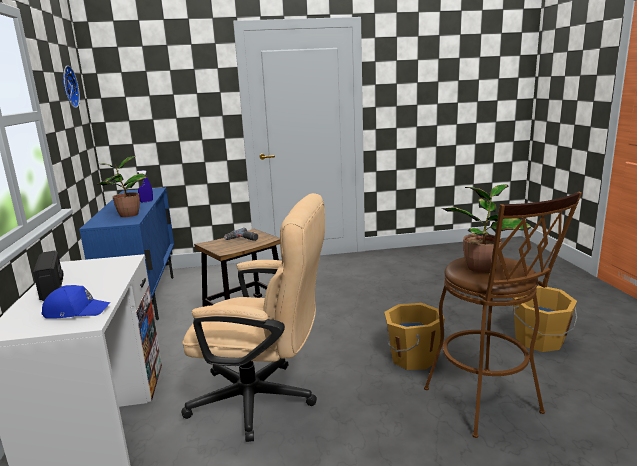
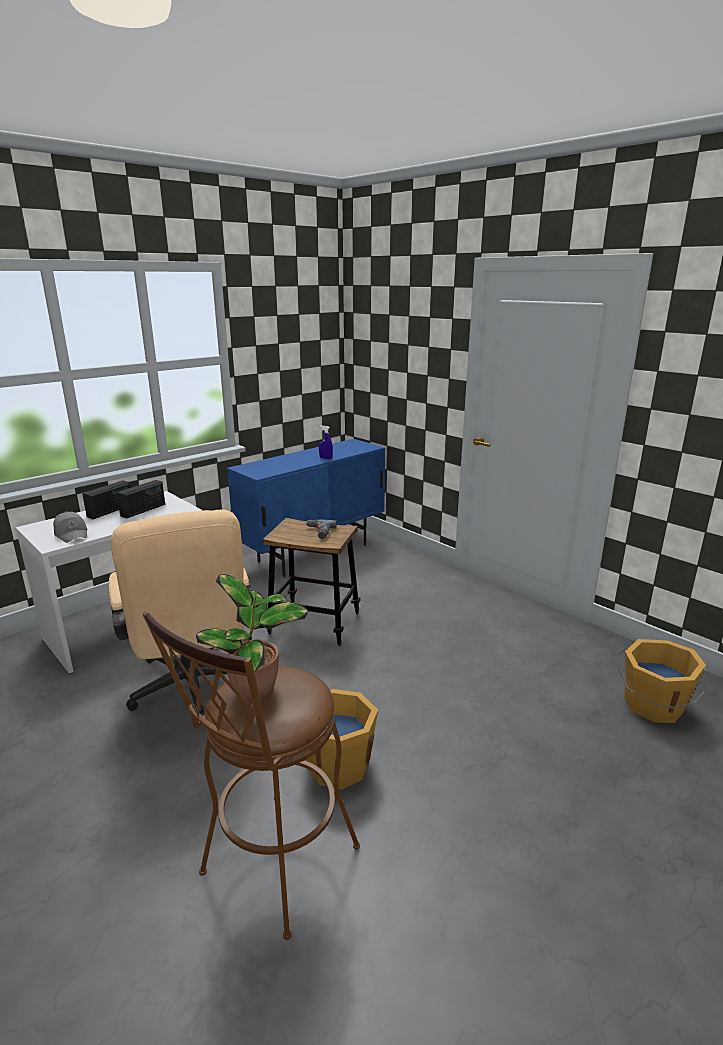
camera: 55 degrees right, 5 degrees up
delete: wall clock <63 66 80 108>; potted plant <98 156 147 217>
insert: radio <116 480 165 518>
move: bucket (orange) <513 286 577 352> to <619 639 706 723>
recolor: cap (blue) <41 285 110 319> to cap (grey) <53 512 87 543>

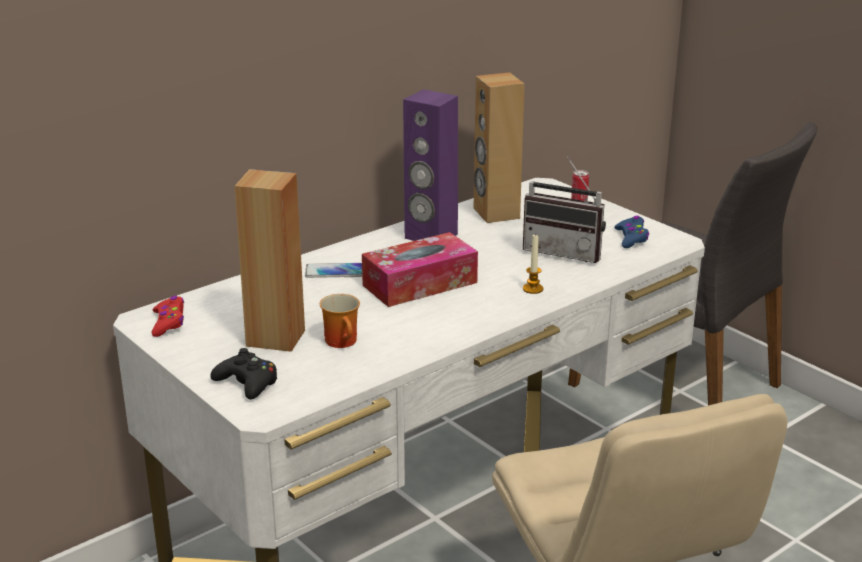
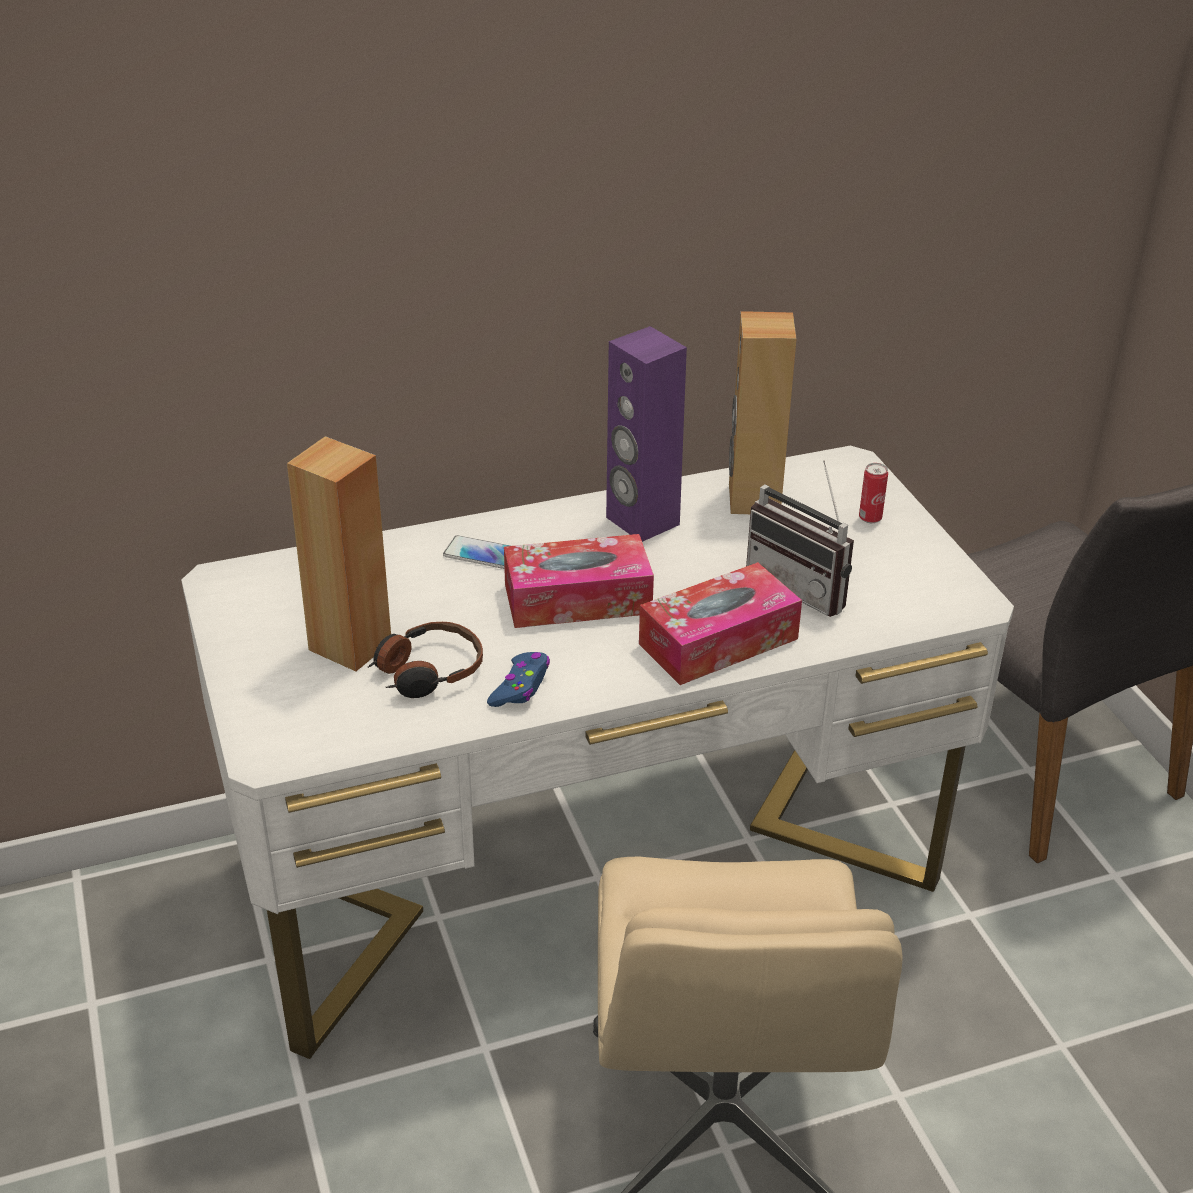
camera: 20 degrees right, 10 degrees up
delete: game controller (red) <151 296 184 337>; game controller (black) <211 348 277 400>
move: game controller (blue) <614 216 649 248> to <487 652 550 707>
replace: mug <320 294 360 348> to headphones <368 622 483 698>; candle <523 233 543 294> to tissue box <639 562 802 685>

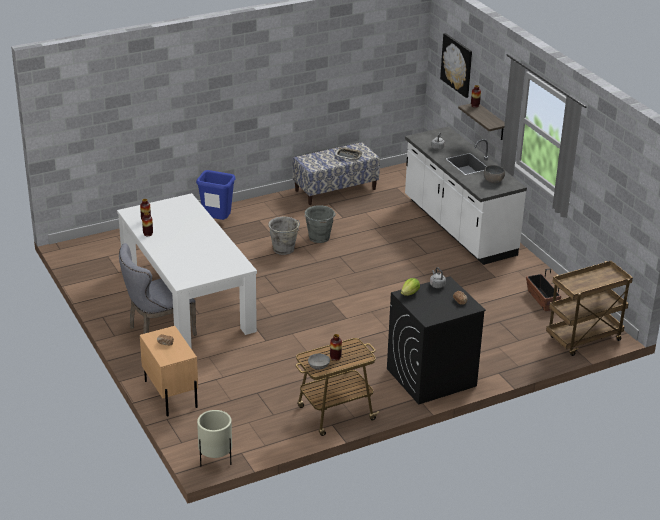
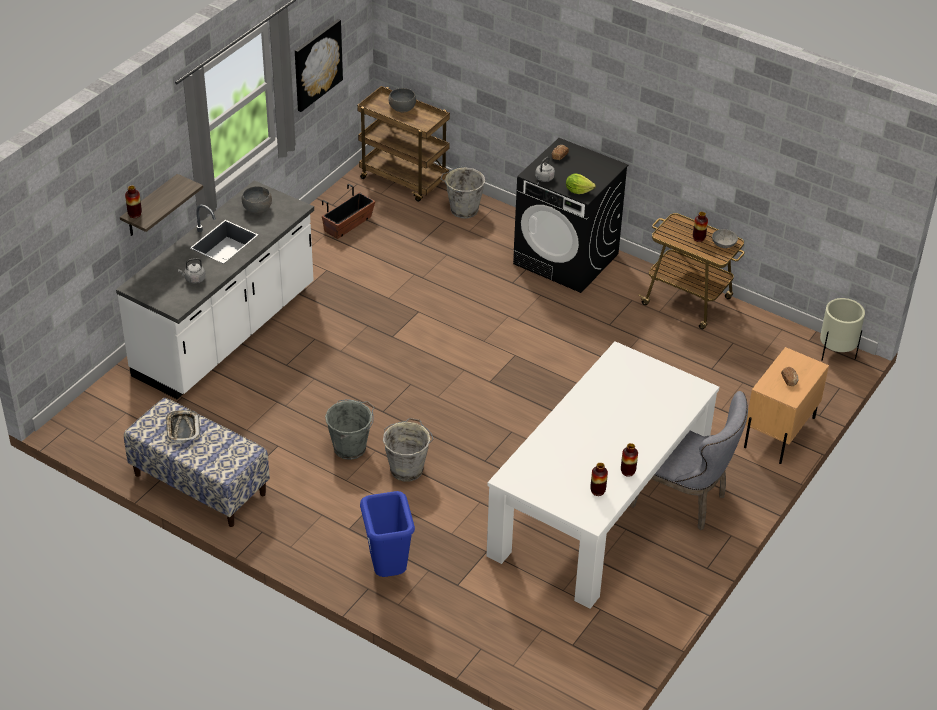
camera: 120 degrees left, 10 degrees up
insert: bowl (grey) <388 88 416 112>; bucket (grey) <440 166 485 218>
move: picture <440 33 472 98> to <295 19 343 112>

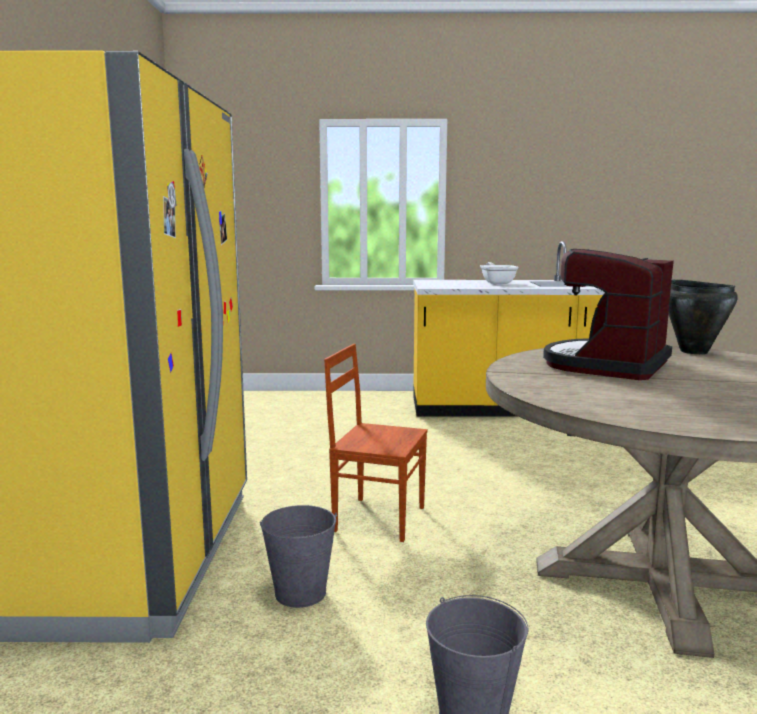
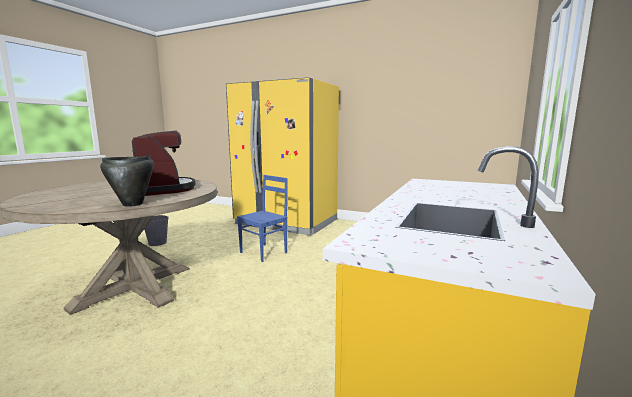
camera: 115 degrees right, 0 degrees up
delete: bucket (grey) <260 505 337 608>; frying pan <480 262 519 284>
recolor: chair (brown) <324 344 428 542> to chair (blue) <237 175 288 262>

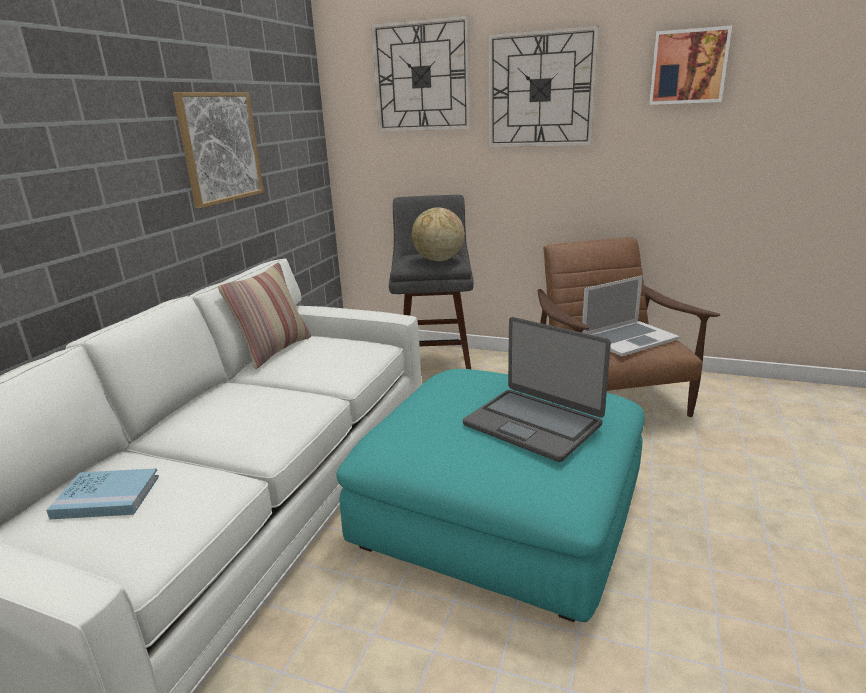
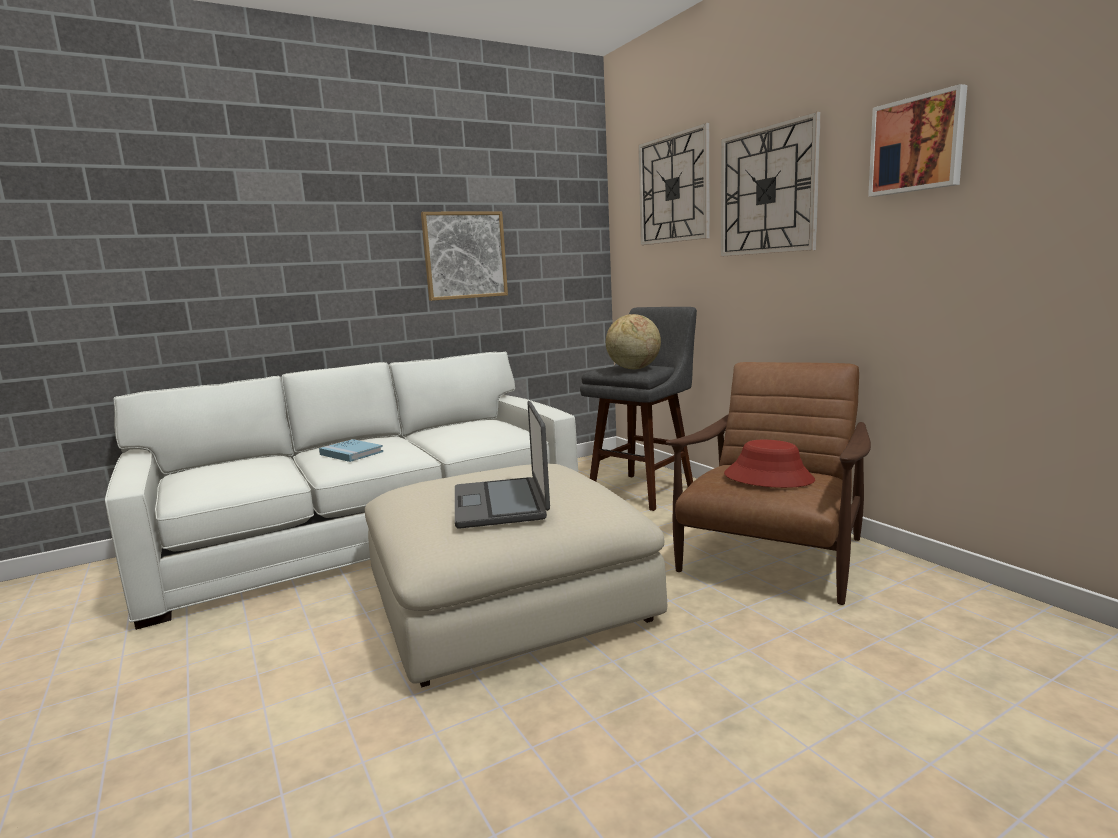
camera: 40 degrees right, 10 degrees down
delete: pillow <218 263 311 369>
move: book (blue) <46 468 159 519> to <319 439 383 462>
replace: laptop <582 275 680 356> to hat (red) <724 440 815 488>
recolor: ottoman (turquoise) <337 369 645 622> to ottoman (beige) <365 464 667 687>

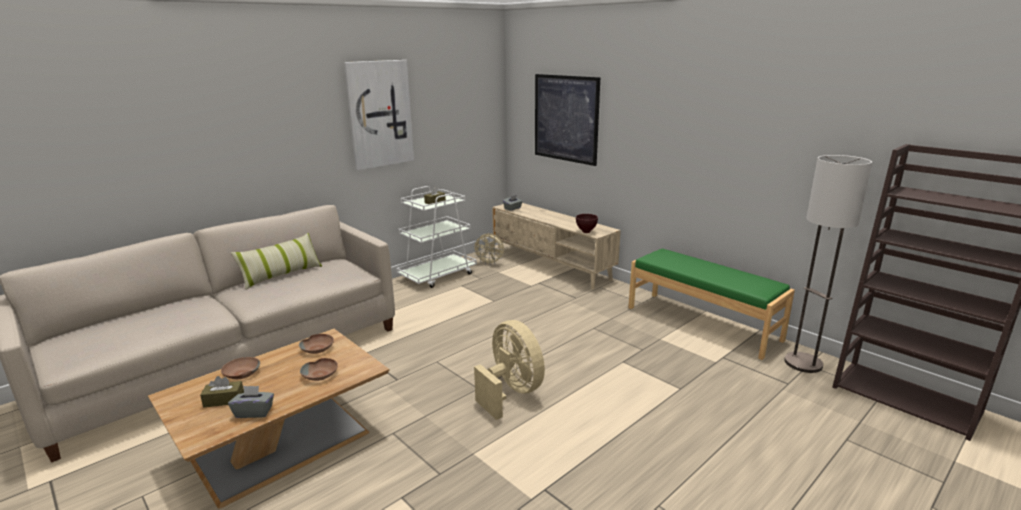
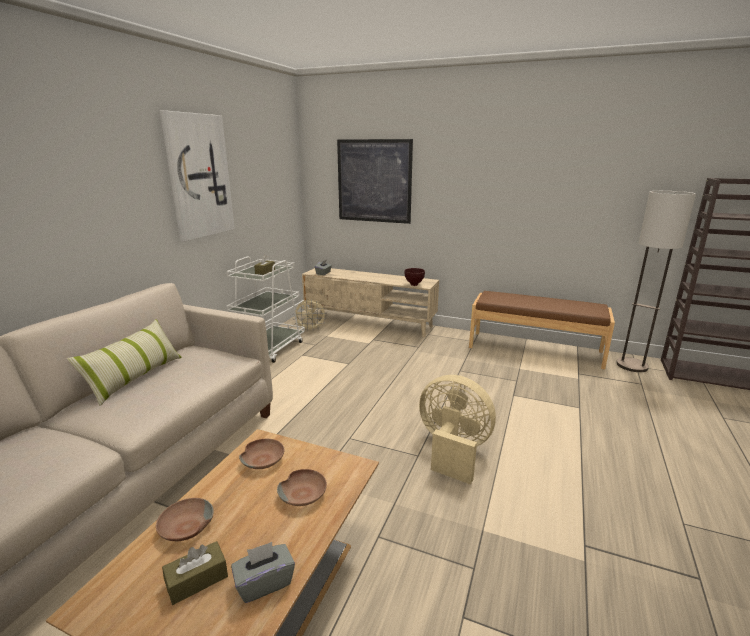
camera: 25 degrees left, 0 degrees up
recolor: bench (green) <628 249 795 360> to bench (brown) <469 291 615 369>

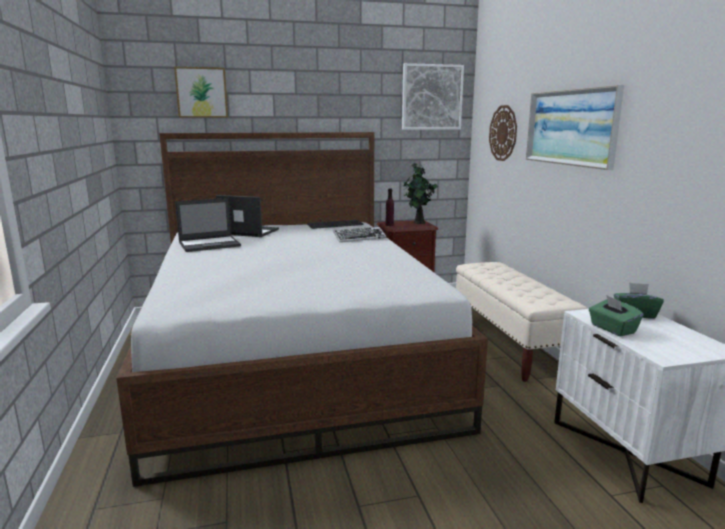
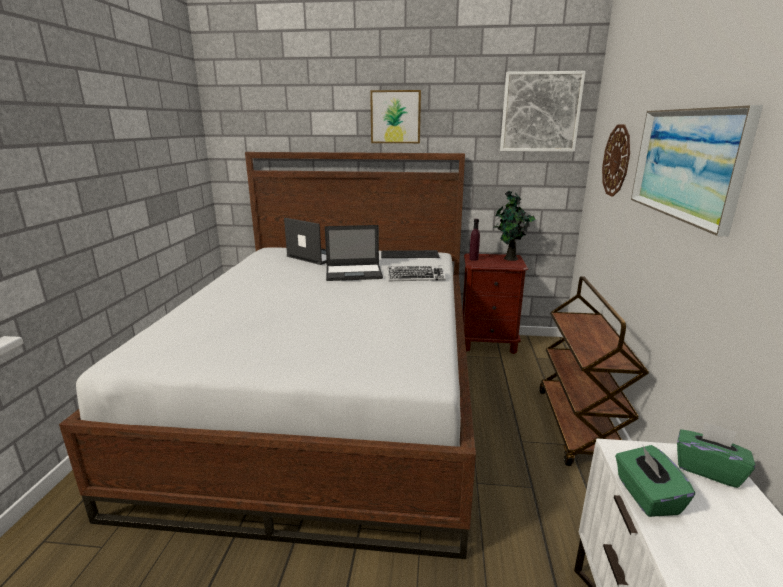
camera: 20 degrees right, 5 degrees up
move: picture <174 67 228 118> to <370 90 421 143>; laptop <175 198 241 252> to <325 225 383 281>
replace: bench (beige) <456 262 588 382> to cart (brown) <539 276 649 466>

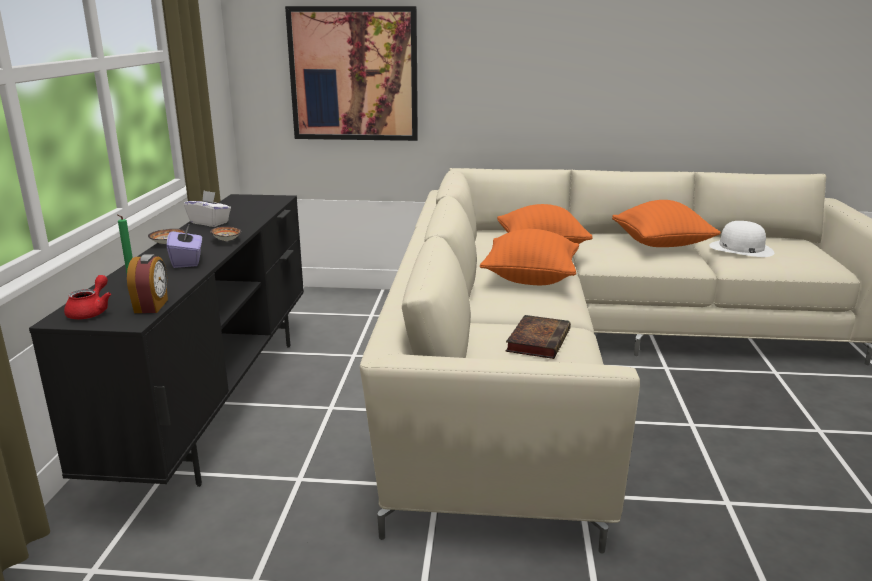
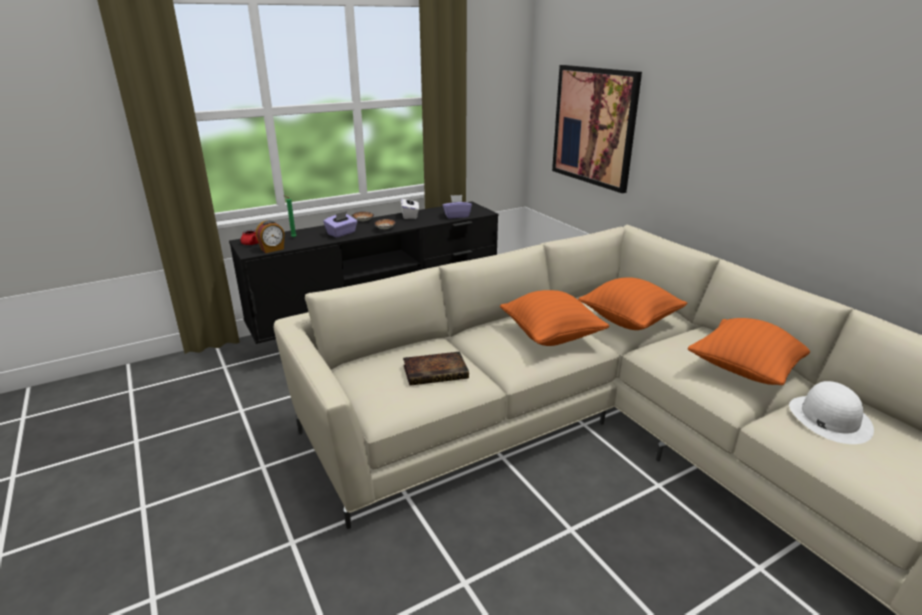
camera: 55 degrees right, 5 degrees up
insert: tissue box (purple) <443 195 472 218>

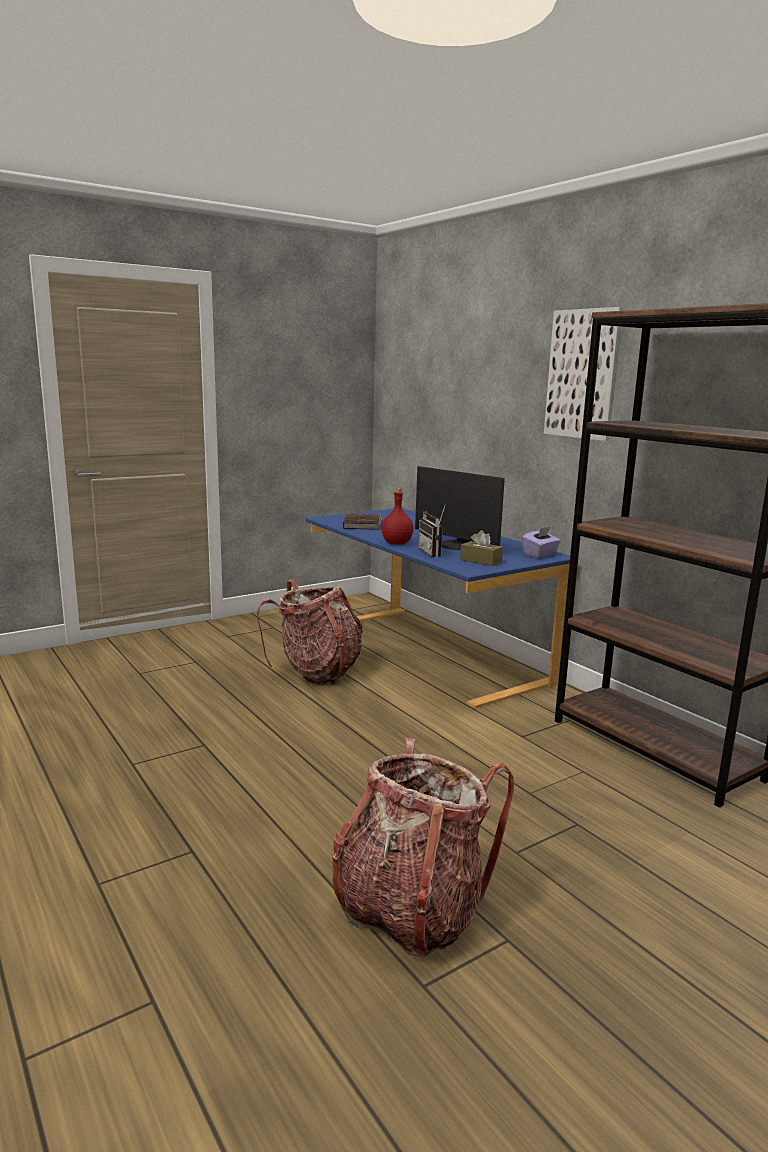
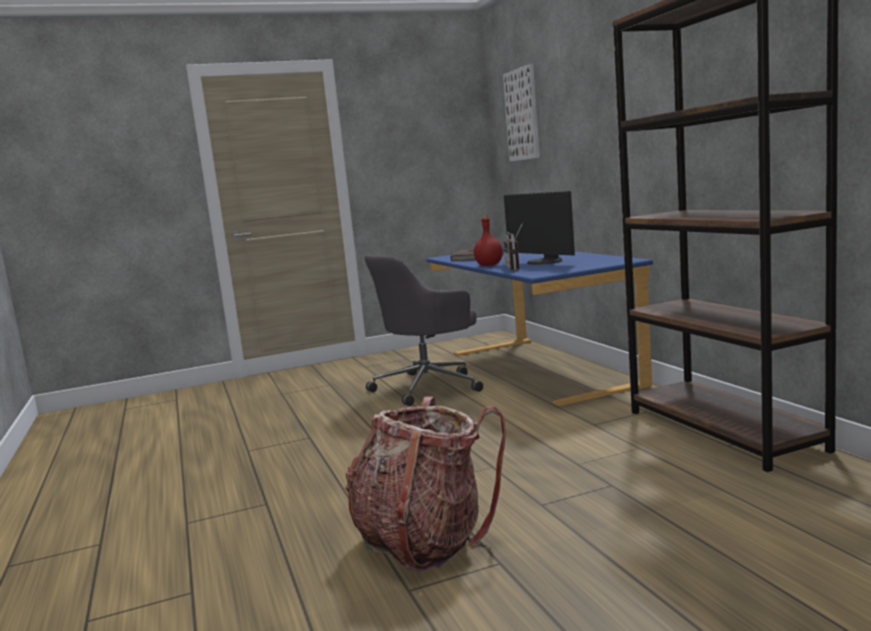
camera: 15 degrees right, 5 degrees down
delete: tissue box (brown) <460 530 503 566>; tissue box (purple) <522 527 561 558>
move: picture <544 307 623 441> to <503 64 540 161>
replace: backpack <257 579 363 685> to office chair (grey) <365 255 483 406>

